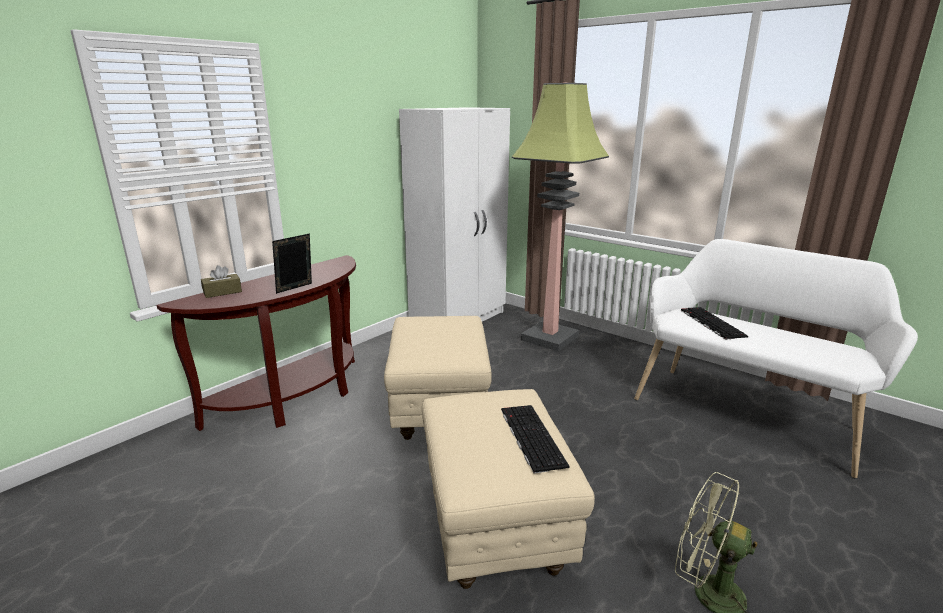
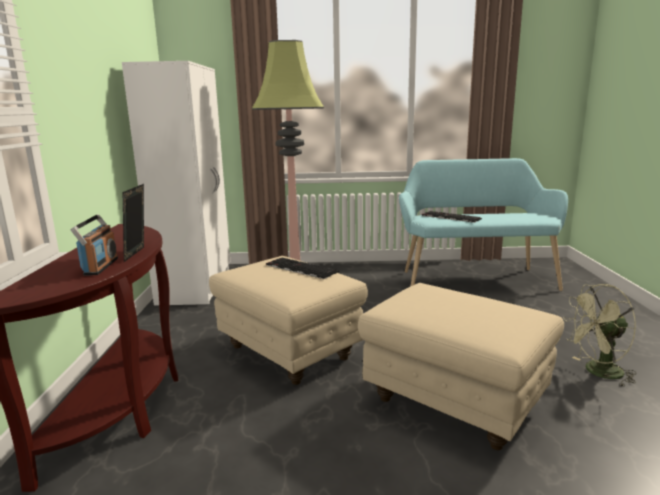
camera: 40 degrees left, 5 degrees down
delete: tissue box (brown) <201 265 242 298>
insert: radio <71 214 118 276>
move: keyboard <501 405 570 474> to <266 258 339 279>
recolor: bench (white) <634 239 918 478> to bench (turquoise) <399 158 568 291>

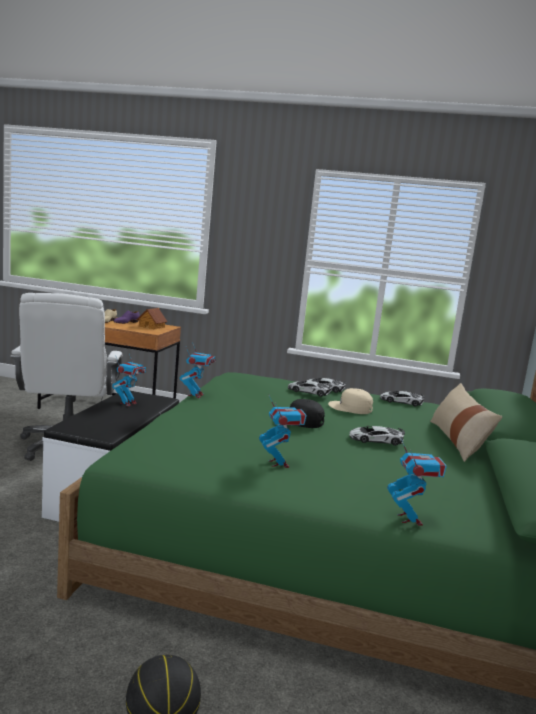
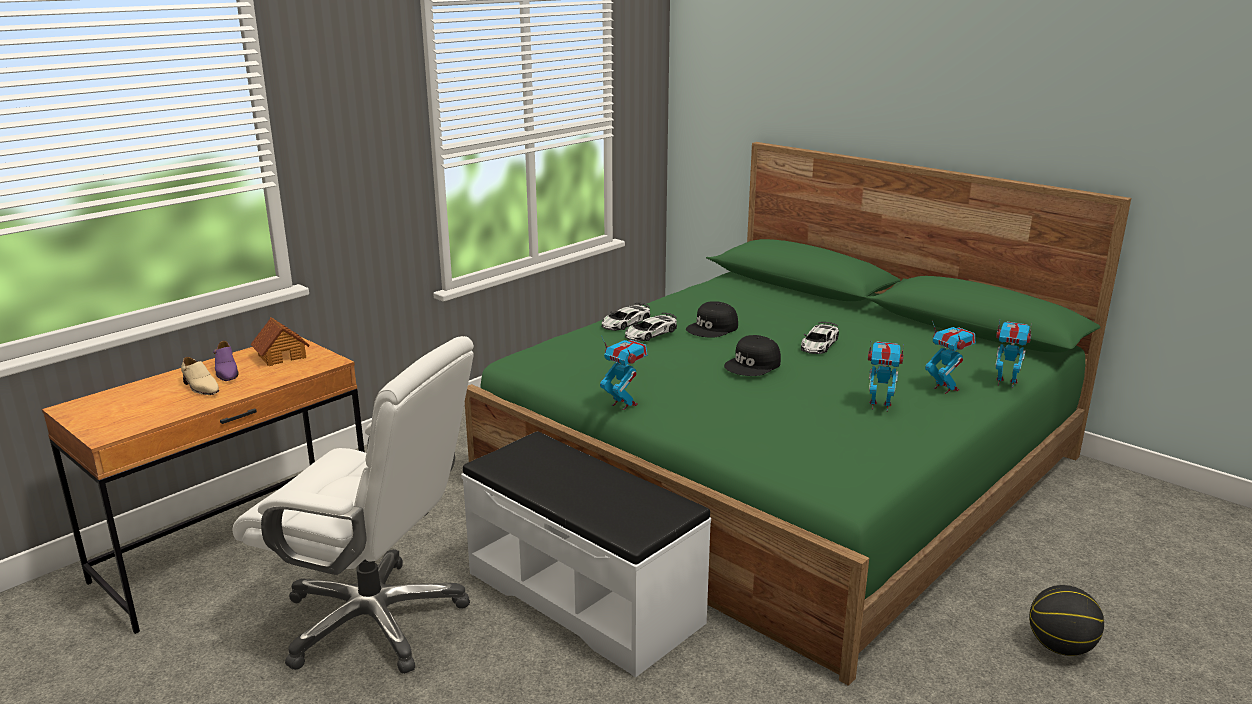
camera: 60 degrees left, 10 degrees up
delete: toy car <380 391 425 407>; pillow (beige) <430 383 503 462>
move: toy robot <112 354 146 406> to <925 320 975 394>
recolor: cap (beige) <328 388 373 414> to cap (black) <686 301 738 338>

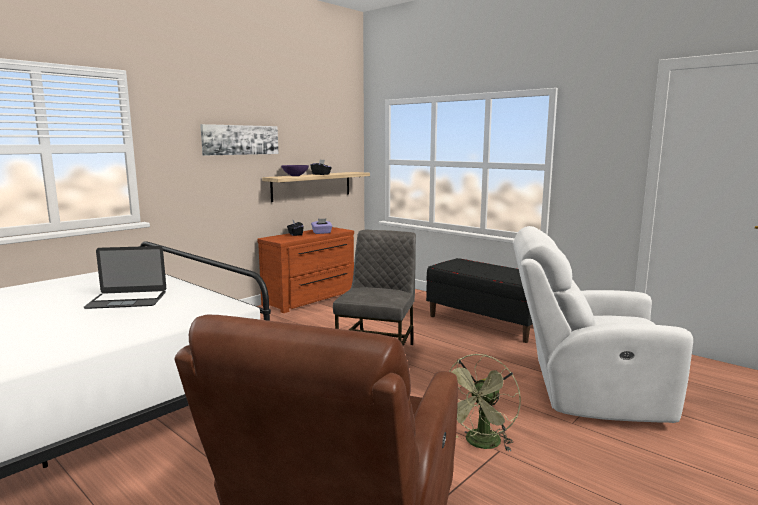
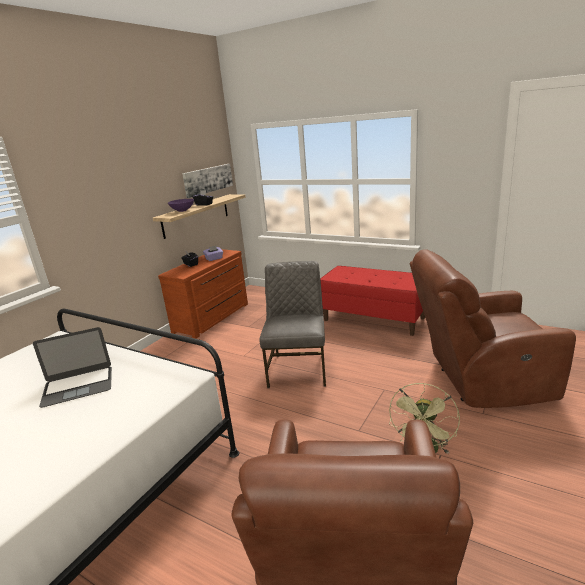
camera: 10 degrees left, 10 degrees up
move: picture <200 124 279 156> to <182 164 233 198>
recolor: bench (black) <426 258 533 343> to bench (red) <320 266 425 336>; armchair (white) <513 226 693 423> to armchair (brown) <410 249 576 408>

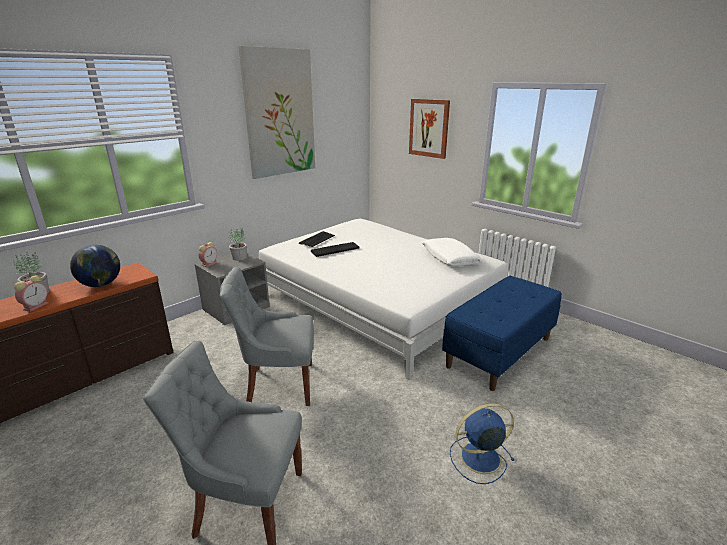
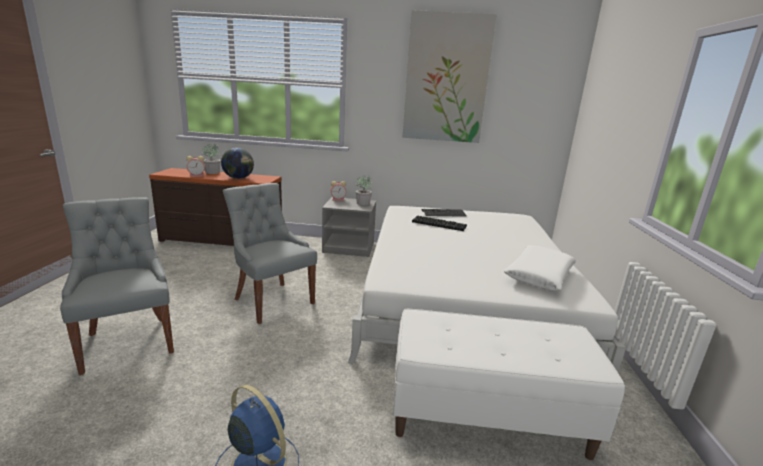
camera: 50 degrees right, 5 degrees down
delete: picture <409 99 450 159>
recolor: bench (blue) <442 276 562 391> to bench (white) <393 309 625 460>

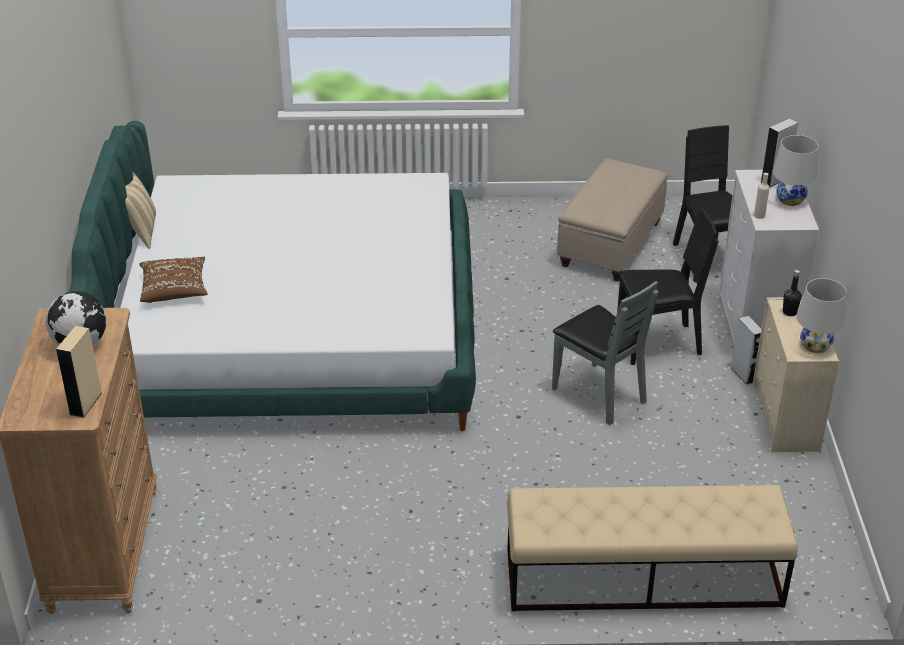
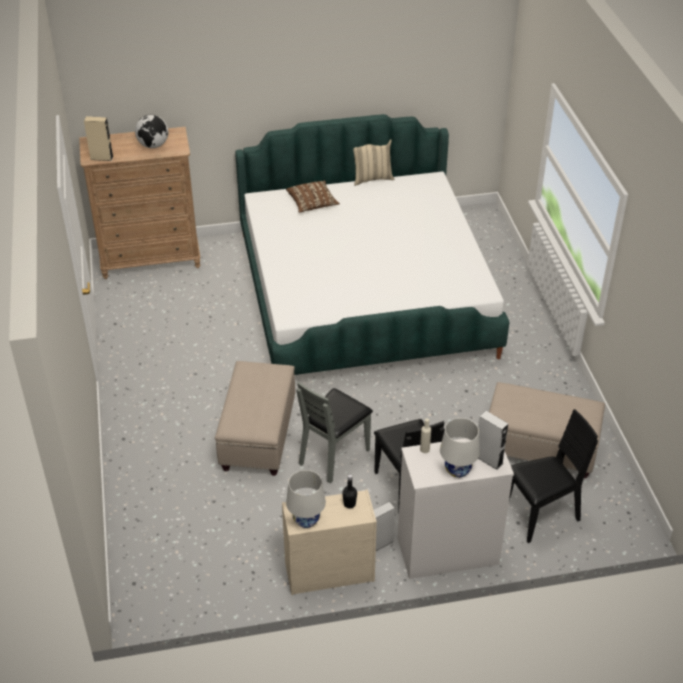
camera: 80 degrees right, 5 degrees up
delete: bench (beige) <507 485 798 611>
insert: ottoman (beige) <215 361 295 476>

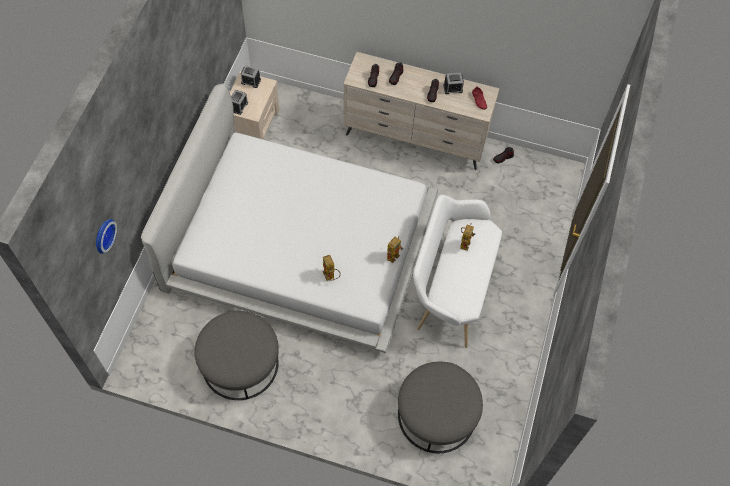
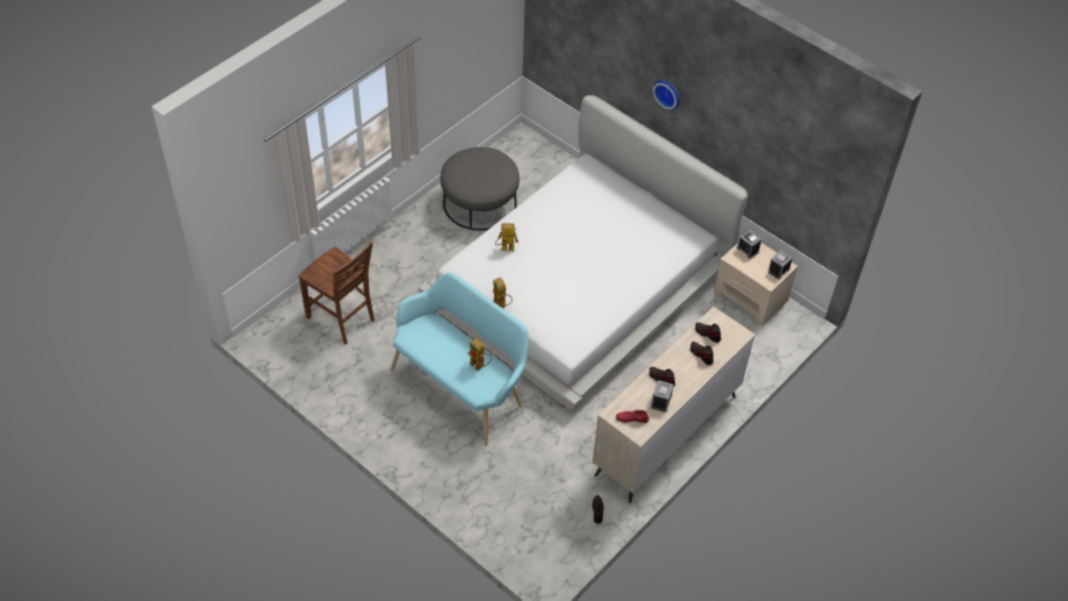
camera: 115 degrees right, 10 degrees down
move: wall clock <96 219 117 254> to <653 80 680 110>
replace: ottoman (grey) <398 362 483 453> to chair (brown) <298 241 375 345>
recolor: bench (white) <413 195 502 348> to bench (turquoise) <390 272 529 446>

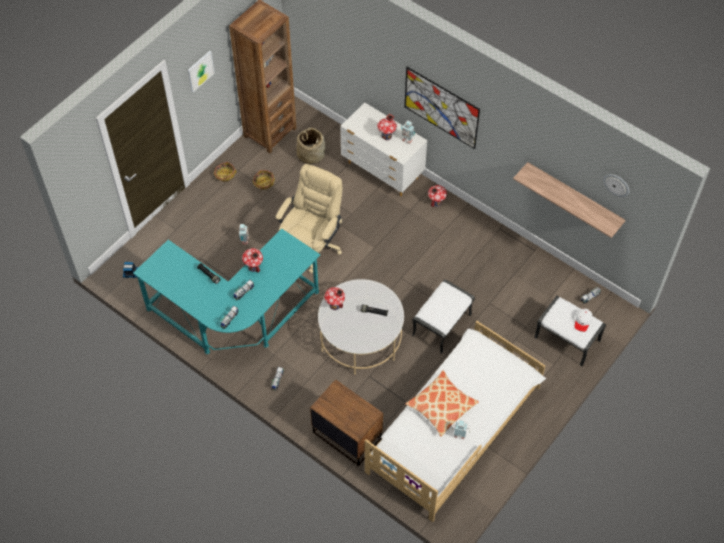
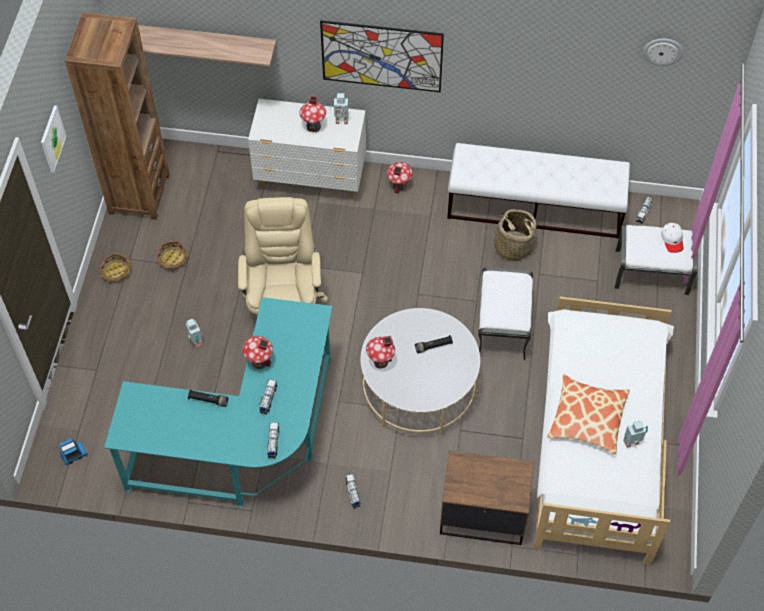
camera: 30 degrees left, 0 degrees up
insert: bench (white) <447 143 630 238>
move: basket <297 128 325 164> to <490 209 537 261>; shelf <513 162 626 238> to <138 25 276 67>

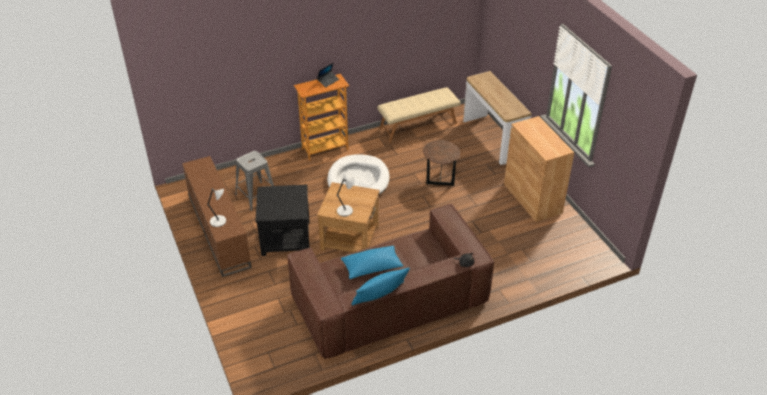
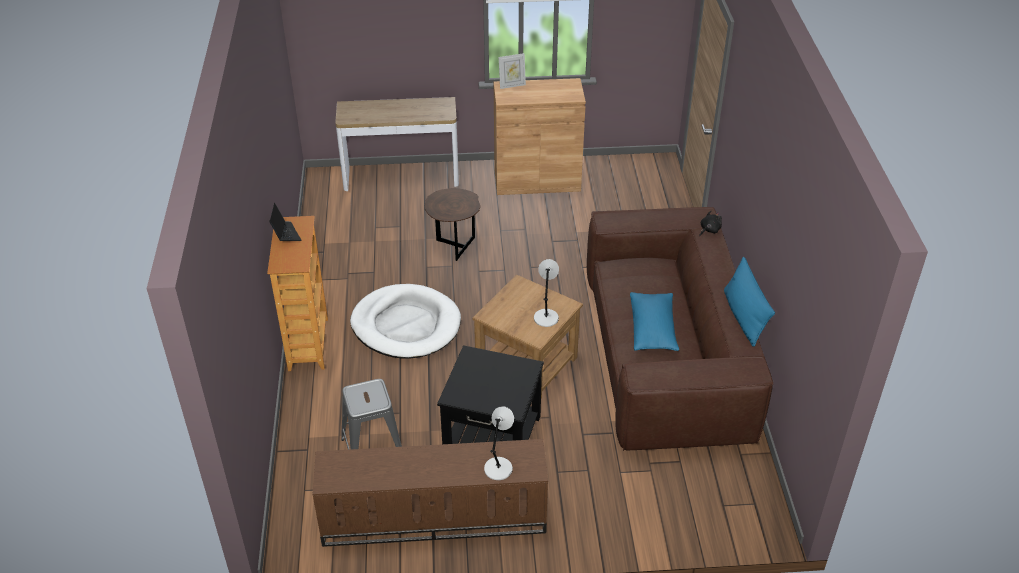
camera: 70 degrees left, 0 degrees up
delete: bench (beige) <377 87 461 142>
insert: picture frame <498 53 526 89>

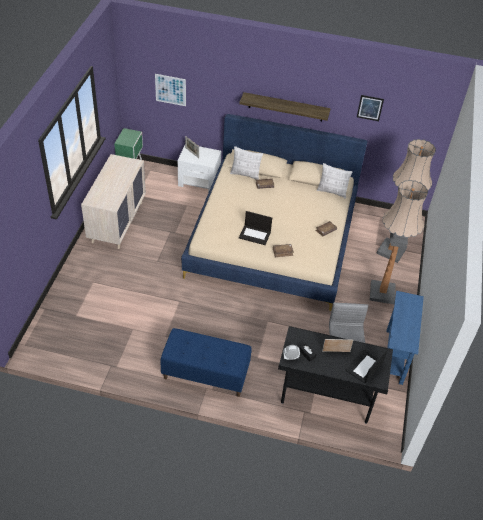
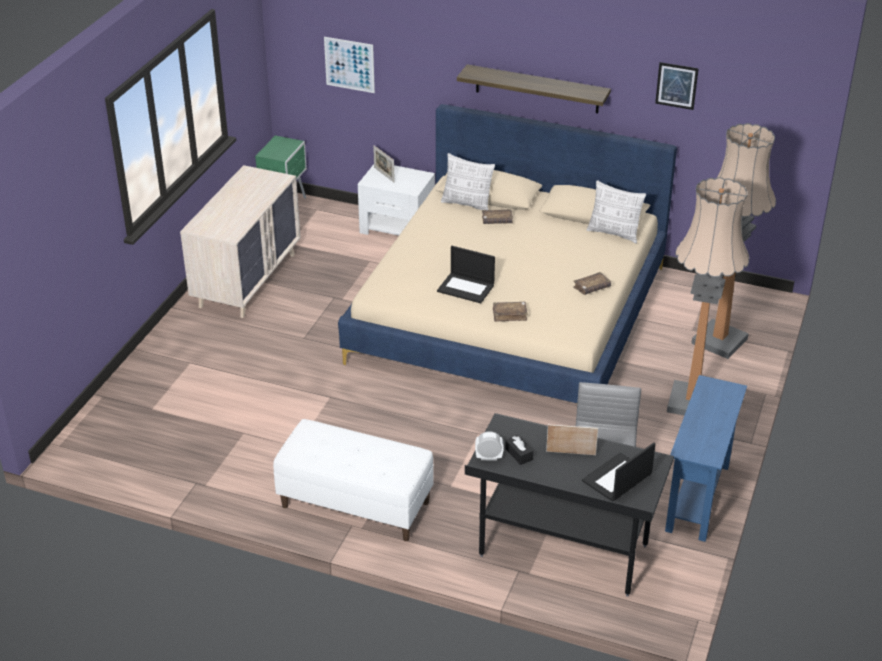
camera: 10 degrees right, 10 degrees down
recolor: bench (blue) <160 328 252 397> to bench (white) <273 419 434 541>

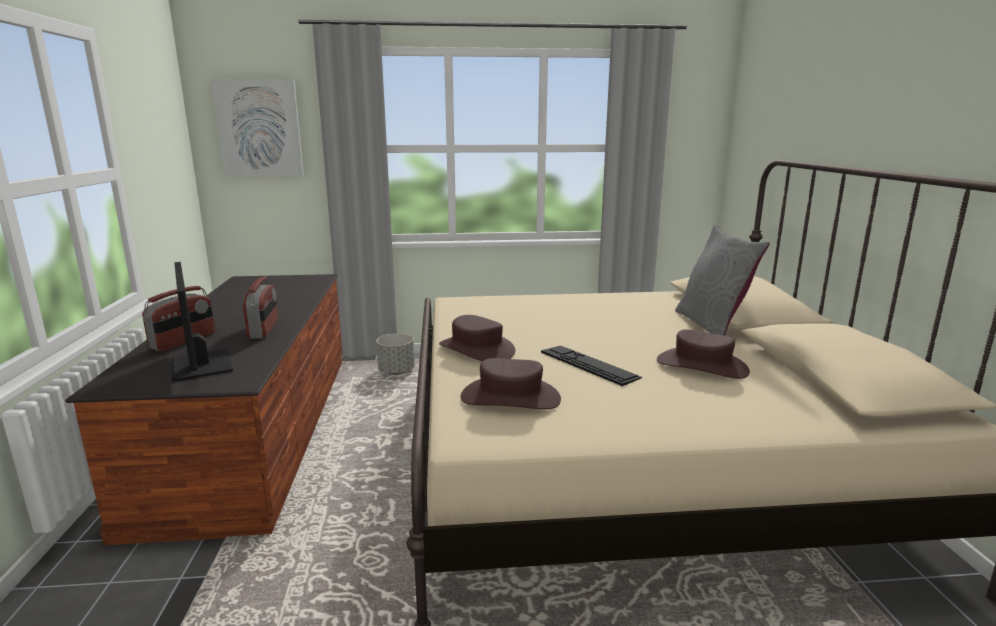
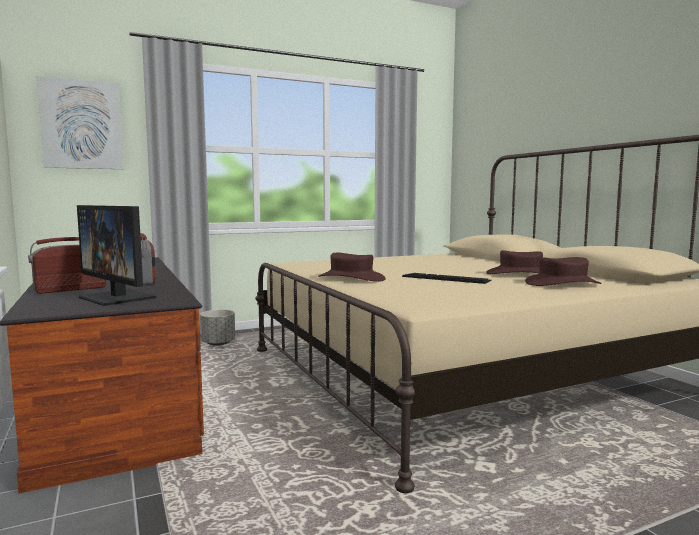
camera: 20 degrees left, 10 degrees down
delete: pillow (grey) <675 225 770 336>
move: hat (brown) <460 358 561 409> to <525 257 601 286>
rotate: radio <142 286 215 351> = <28 237 106 294> 135 degrees counterclockwise

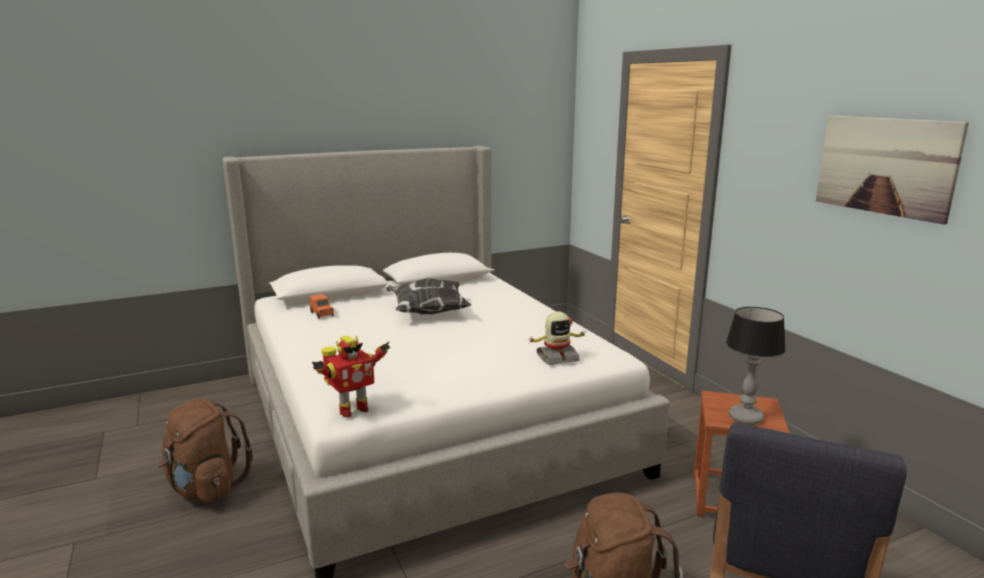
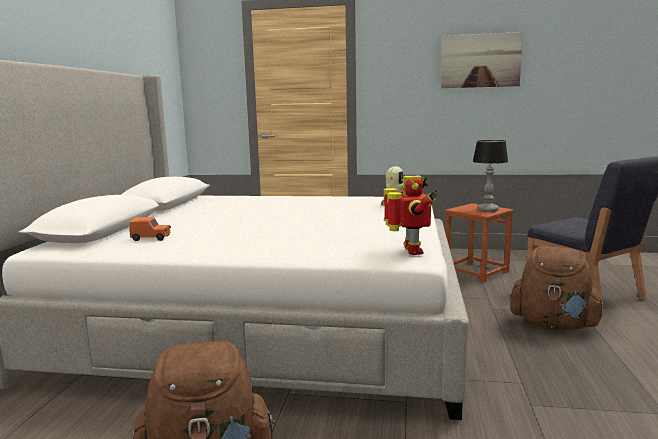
camera: 55 degrees left, 5 degrees down
delete: pillow <386 278 472 315>

